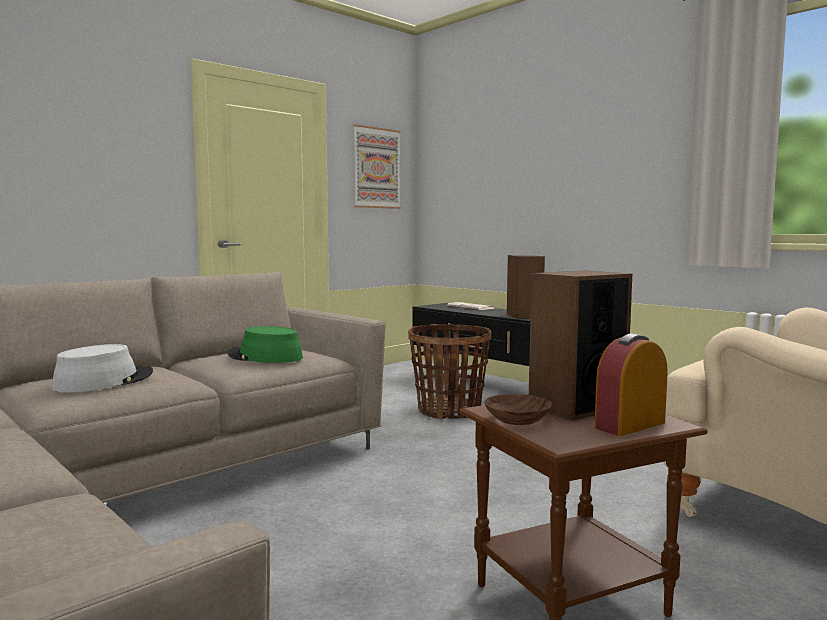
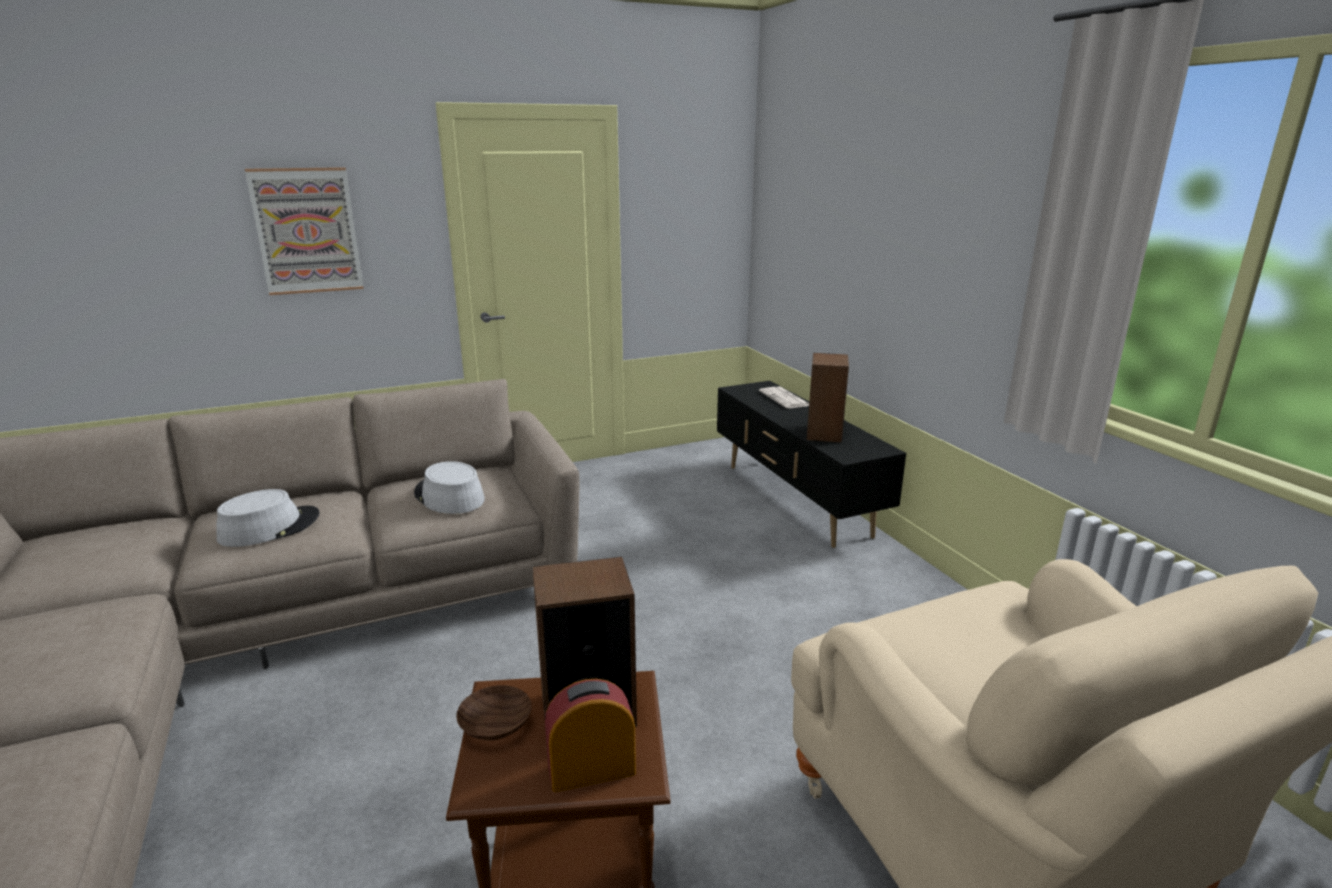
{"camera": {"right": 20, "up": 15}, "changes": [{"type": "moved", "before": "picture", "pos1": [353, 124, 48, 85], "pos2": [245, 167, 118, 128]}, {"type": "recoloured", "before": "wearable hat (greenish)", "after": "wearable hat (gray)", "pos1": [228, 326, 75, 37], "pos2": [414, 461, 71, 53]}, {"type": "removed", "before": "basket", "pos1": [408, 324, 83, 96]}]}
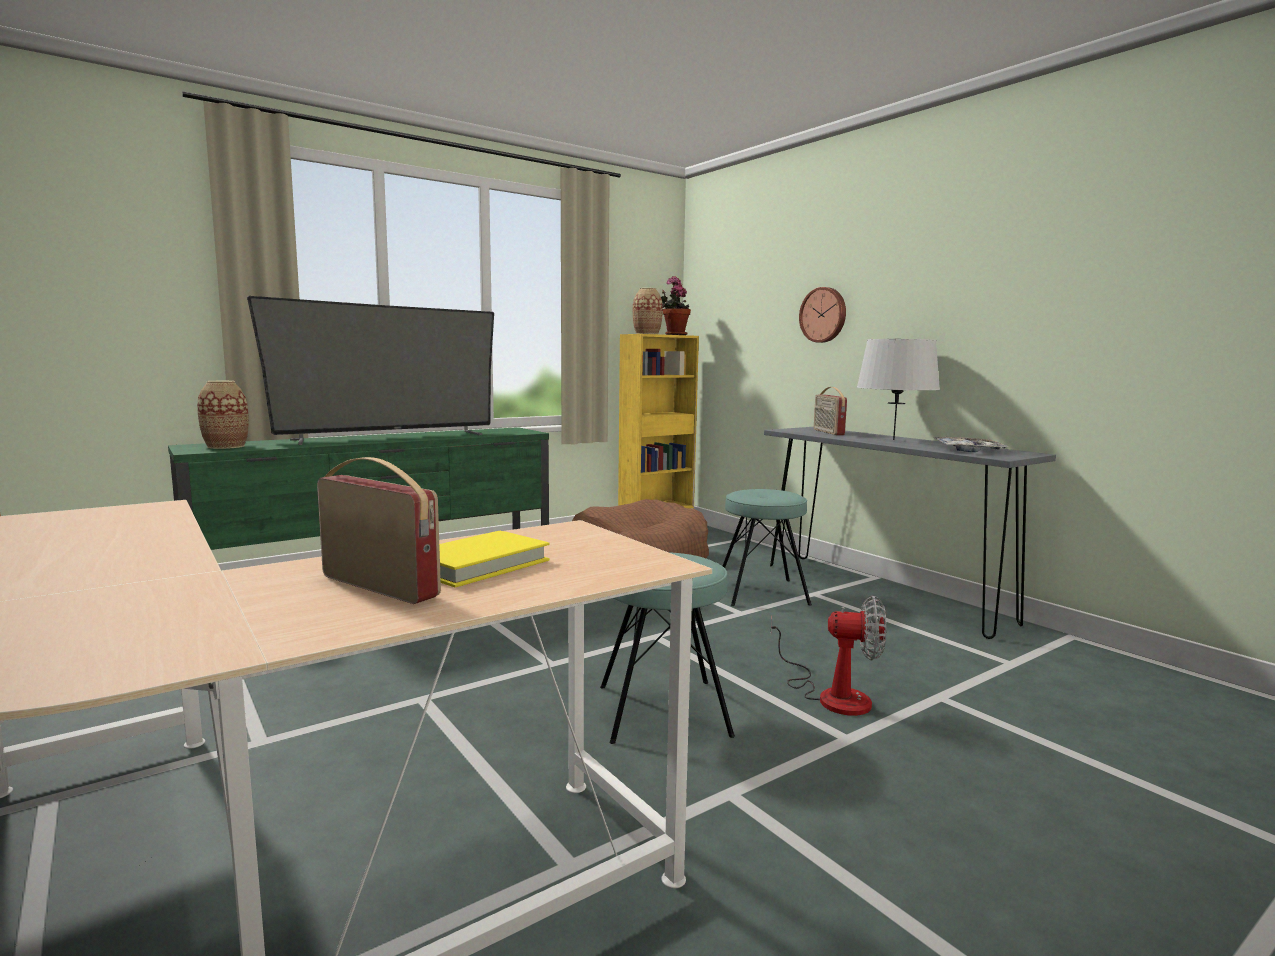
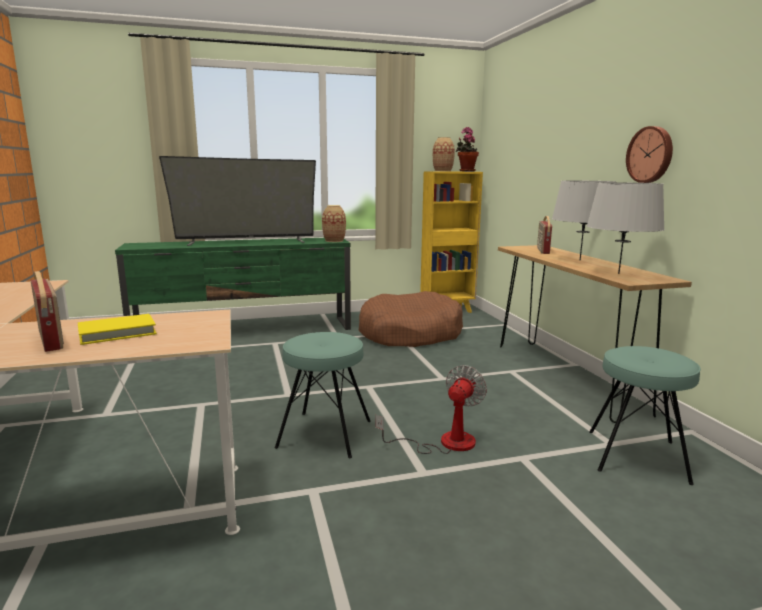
{"camera": {"right": 20, "up": 5}, "changes": [{"type": "moved", "before": "flower vase", "pos1": [197, 381, 52, 68], "pos2": [322, 205, 24, 37]}, {"type": "turned", "before": "cooling fan", "pos1": [771, 596, 115, 120], "pos2": [375, 365, 112, 89], "turn": -90}, {"type": "recoloured", "before": "console table (gray)", "after": "console table (brownish)", "pos1": [764, 427, 292, 212], "pos2": [498, 245, 194, 178]}, {"type": "replaced", "before": "tray", "after": "table lamp (gray)", "pos1": [934, 437, 75, 15], "pos2": [587, 182, 78, 92]}, {"type": "moved", "before": "sitting stool (turquoise)", "pos1": [723, 489, 89, 117], "pos2": [589, 346, 112, 139]}, {"type": "moved", "before": "wall clock", "pos1": [799, 287, 47, 56], "pos2": [626, 126, 47, 57]}]}
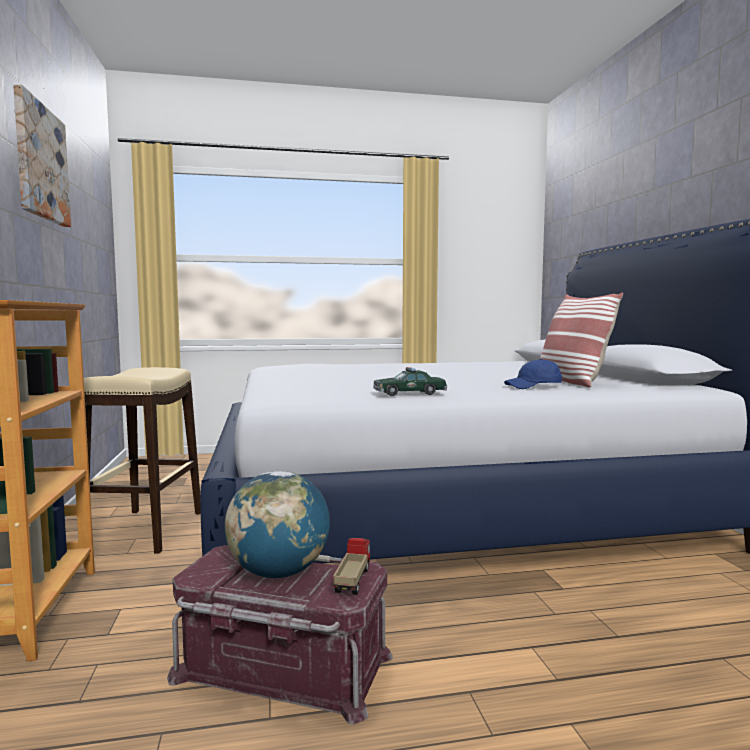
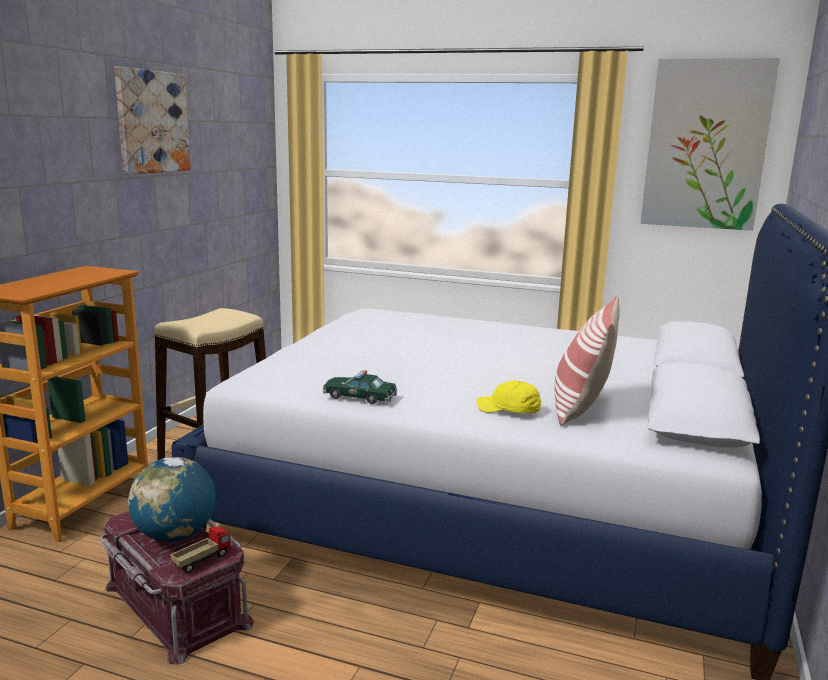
{"camera": {"right": 30, "up": 10}, "changes": [{"type": "recoloured", "before": "baseball cap (blue-coloured)", "after": "baseball cap (yellow)", "pos1": [504, 359, 58, 30], "pos2": [476, 381, 65, 32]}, {"type": "added", "after": "picture", "pos2": [640, 58, 140, 173]}]}
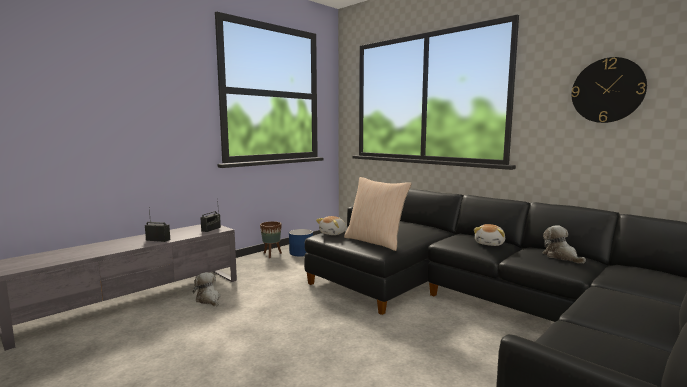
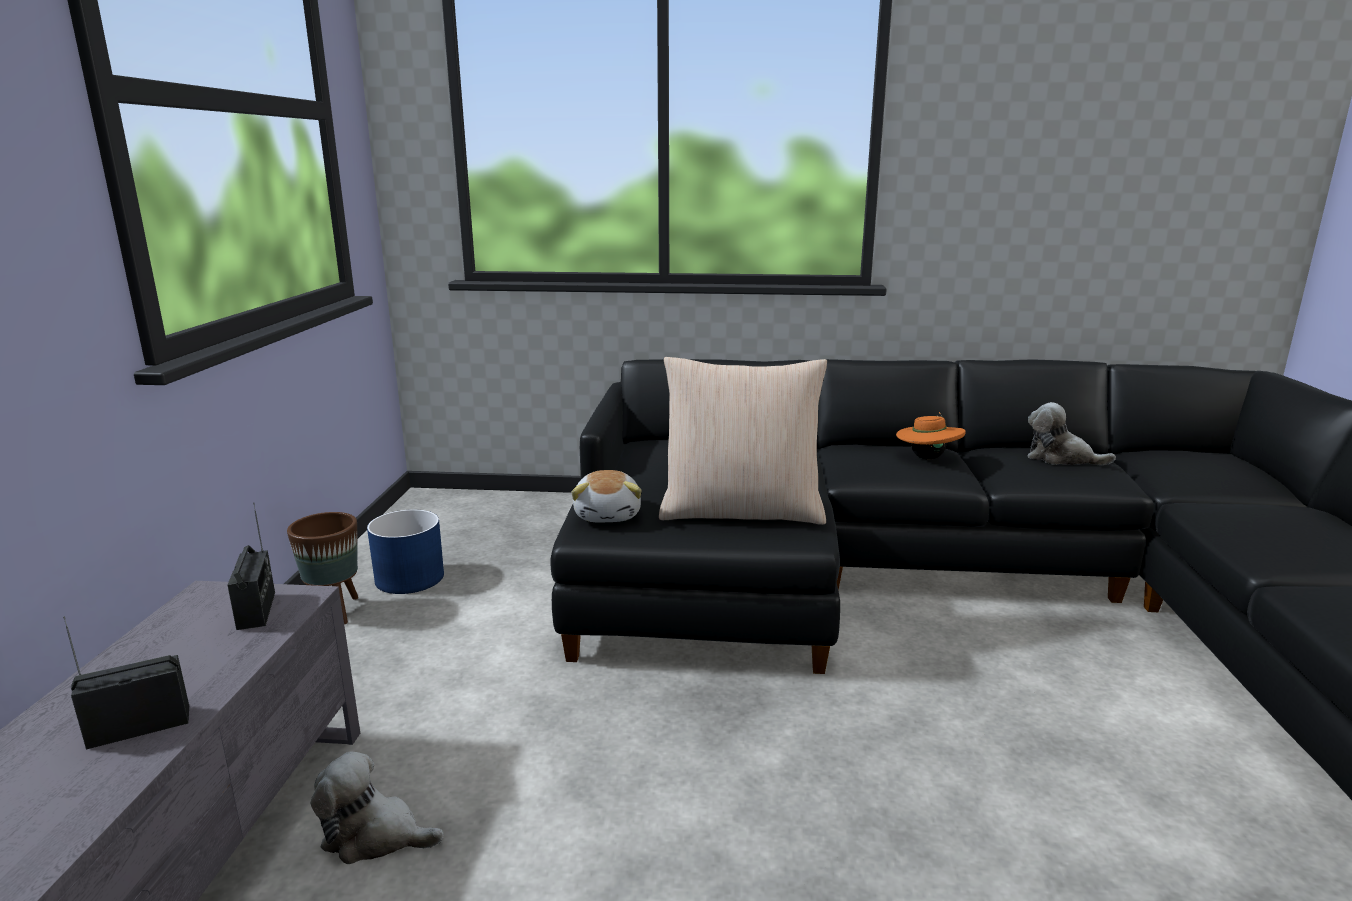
{"camera": {"right": -40, "up": 10}, "changes": [{"type": "replaced", "before": "plush toy", "after": "wearable hat (orangey)", "pos1": [474, 224, 31, 22], "pos2": [896, 412, 70, 48]}, {"type": "removed", "before": "wall clock", "pos1": [572, 57, 75, 66]}]}
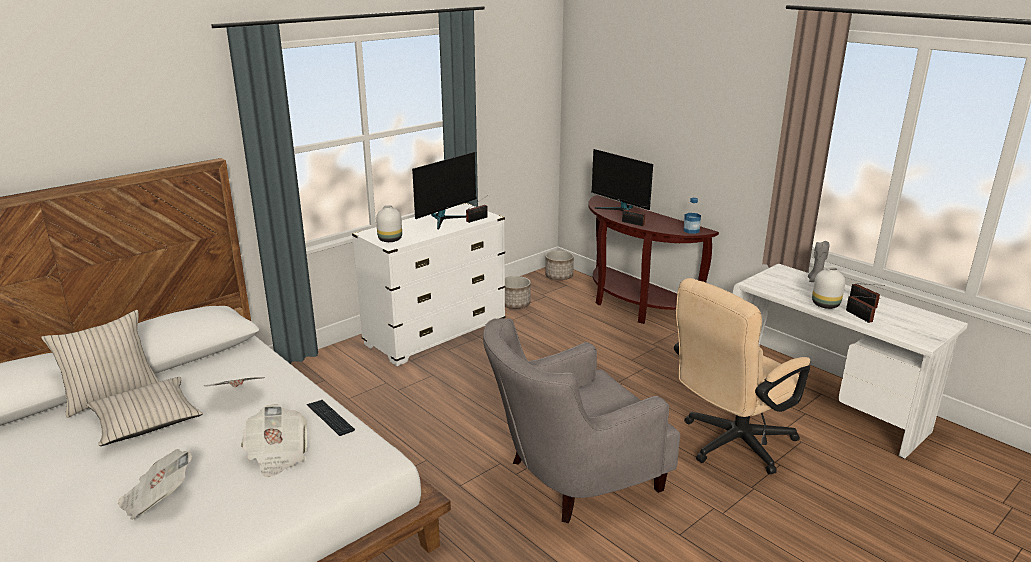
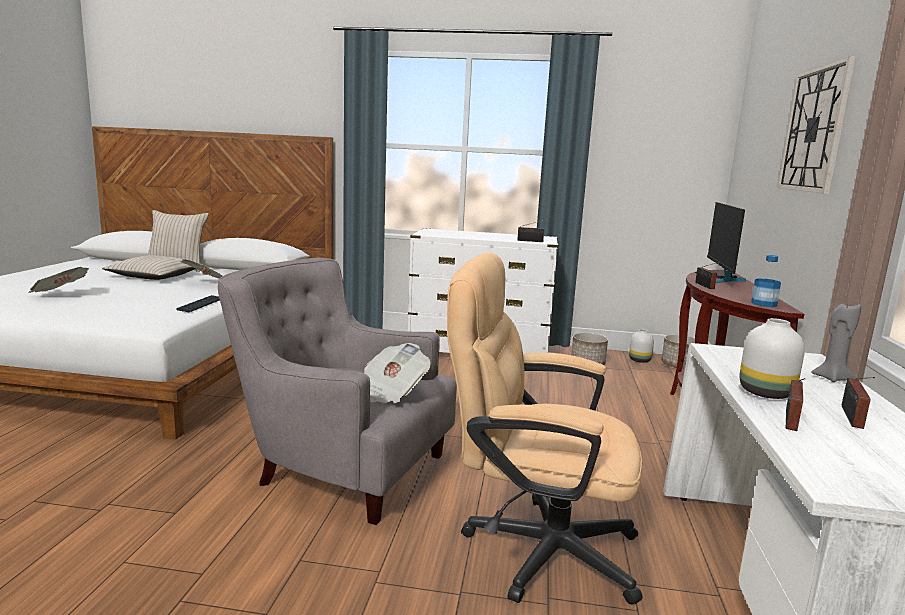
{"camera": {"right": 50, "up": -10}, "changes": [{"type": "moved", "before": "daily paper", "pos1": [241, 404, 66, 73], "pos2": [364, 343, 66, 60]}, {"type": "moved", "before": "flower vase (white)", "pos1": [376, 205, 26, 37], "pos2": [629, 329, 25, 34]}, {"type": "added", "after": "wall clock", "pos2": [777, 56, 79, 138]}, {"type": "removed", "before": "monitor", "pos1": [412, 152, 64, 77]}]}
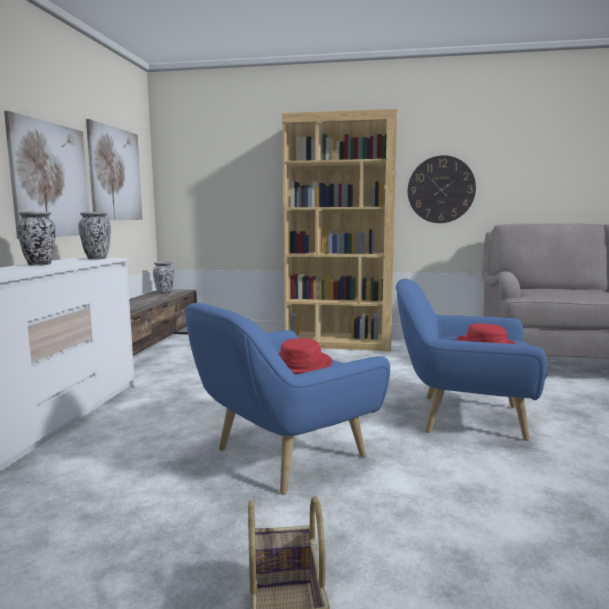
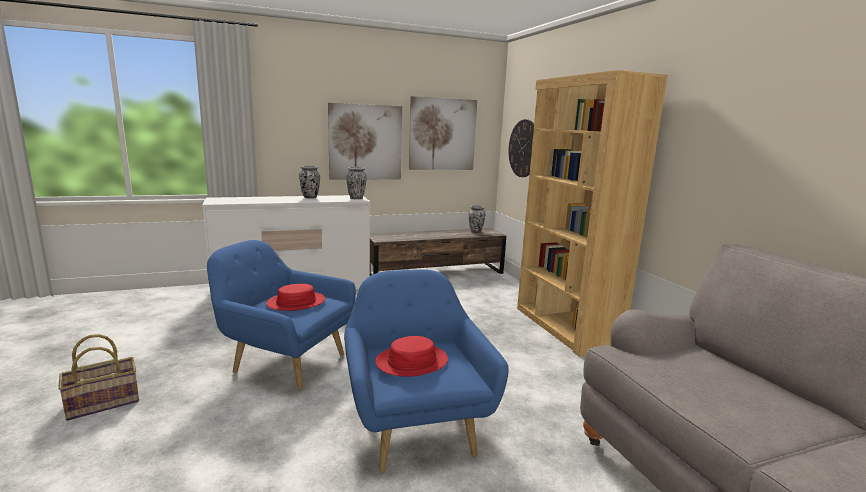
{"camera": {"right": 60, "up": 5}, "changes": [{"type": "moved", "before": "wall clock", "pos1": [408, 155, 68, 68], "pos2": [508, 119, 26, 58]}]}
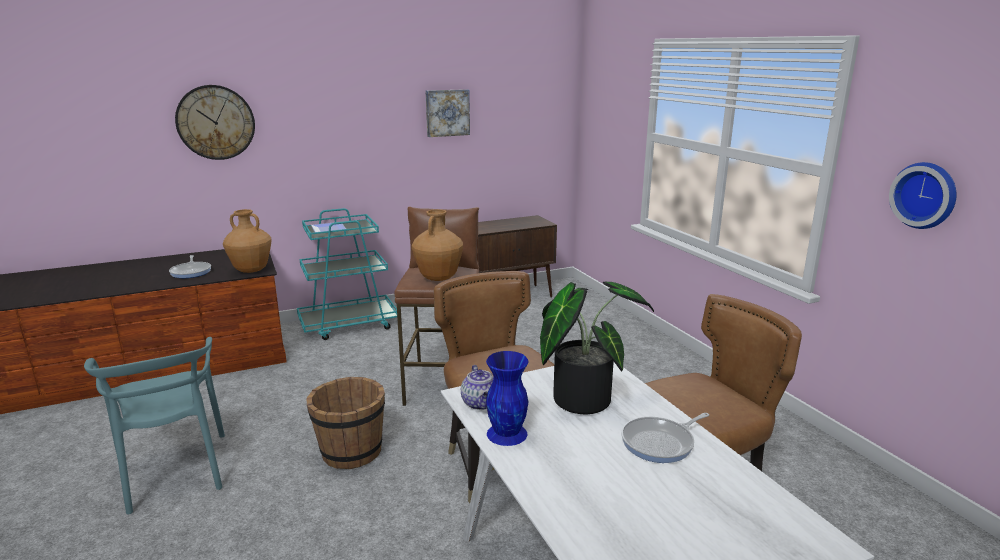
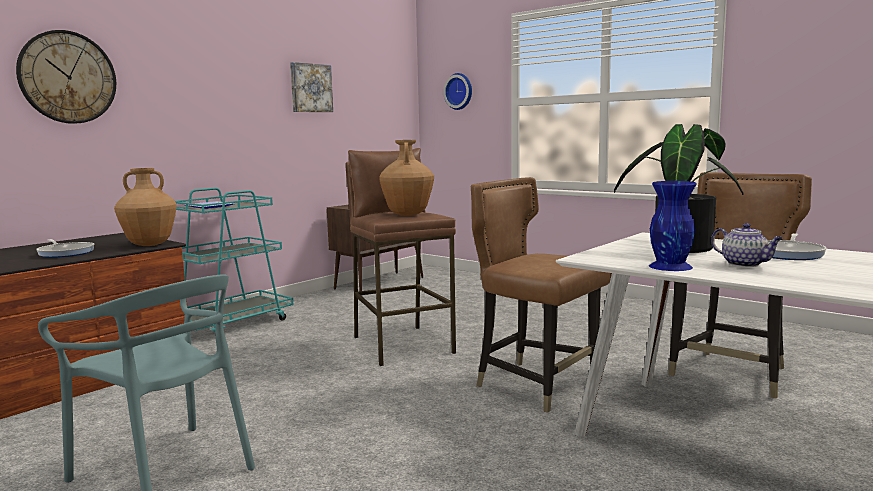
{"camera": {"right": -25, "up": -10}, "changes": [{"type": "moved", "before": "wall clock", "pos1": [889, 162, 68, 67], "pos2": [443, 73, 29, 37]}, {"type": "moved", "before": "tea pot", "pos1": [461, 365, 32, 45], "pos2": [711, 223, 72, 44]}, {"type": "removed", "before": "bucket (brownish)", "pos1": [306, 377, 79, 92]}]}
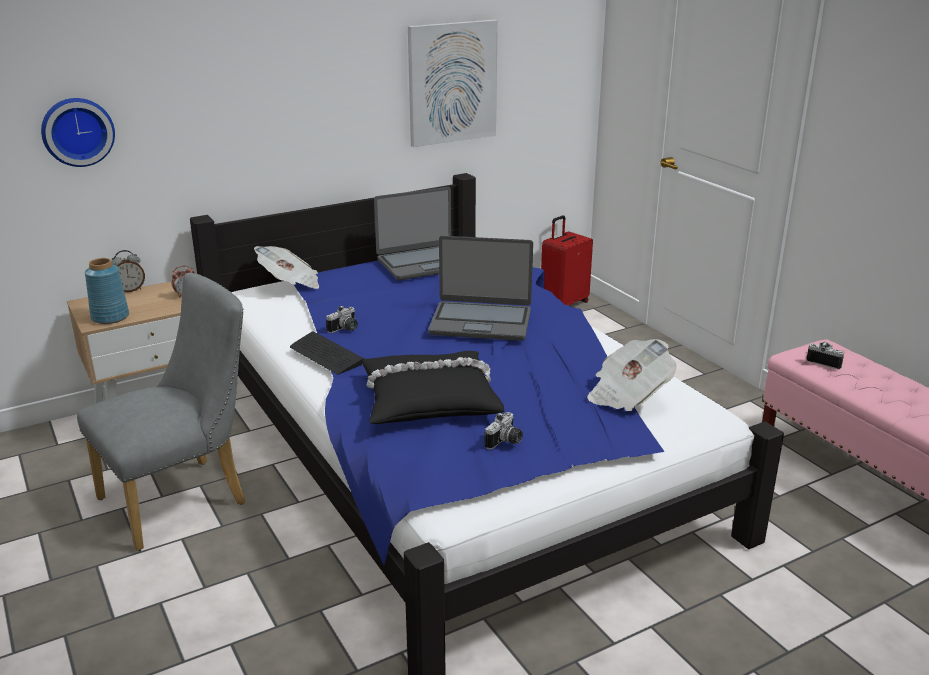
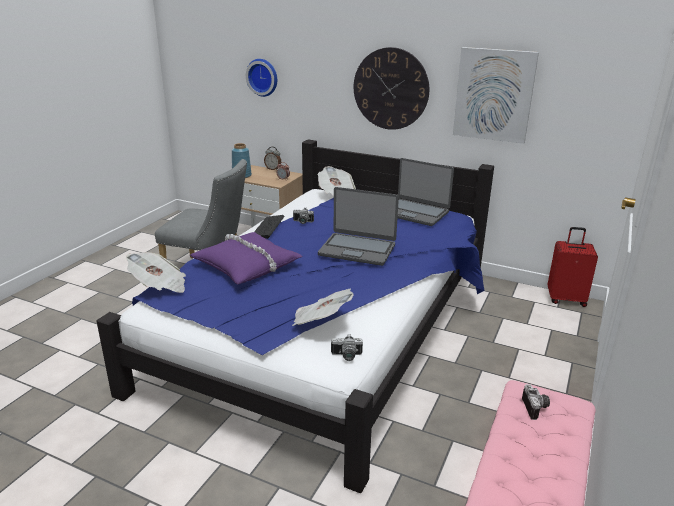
{"camera": {"right": 55, "up": 0}, "changes": [{"type": "added", "after": "daily paper", "pos2": [126, 252, 60, 41]}, {"type": "recoloured", "before": "cushion (black-coloured)", "after": "cushion (purple)", "pos1": [362, 351, 142, 73], "pos2": [190, 232, 113, 52]}, {"type": "turned", "before": "portable computer", "pos1": [428, 236, 105, 105], "pos2": [318, 187, 81, 79], "turn": -45}, {"type": "moved", "before": "still camera", "pos1": [484, 412, 39, 38], "pos2": [331, 334, 32, 27]}, {"type": "added", "after": "wall clock", "pos2": [354, 47, 75, 83]}]}
